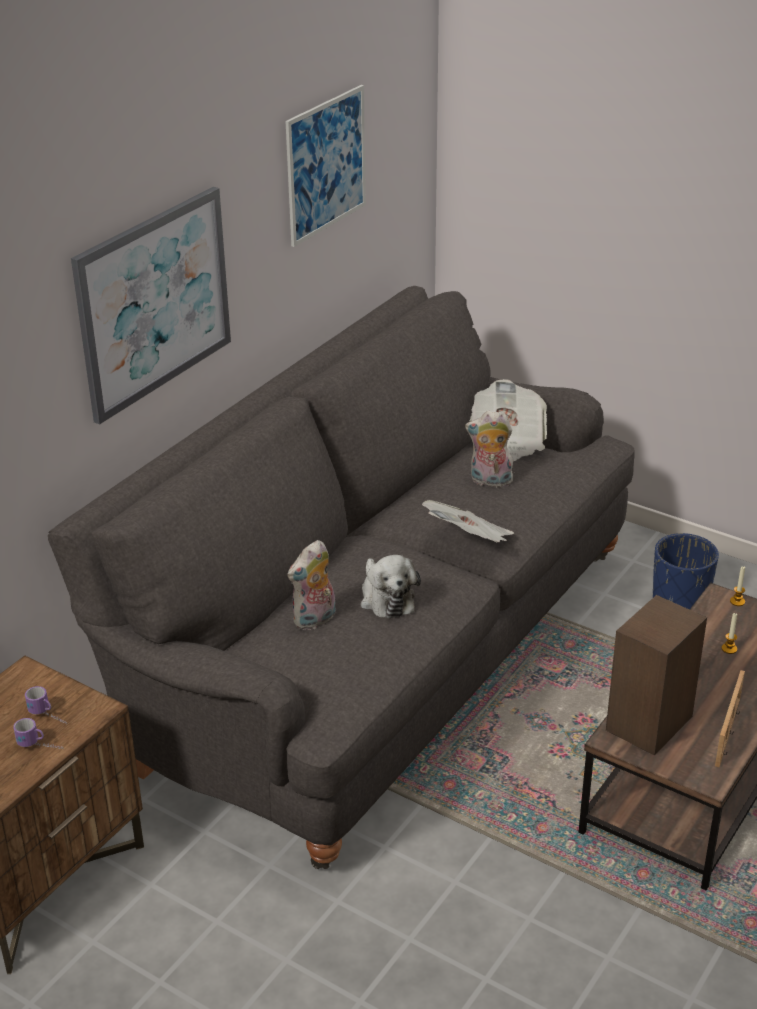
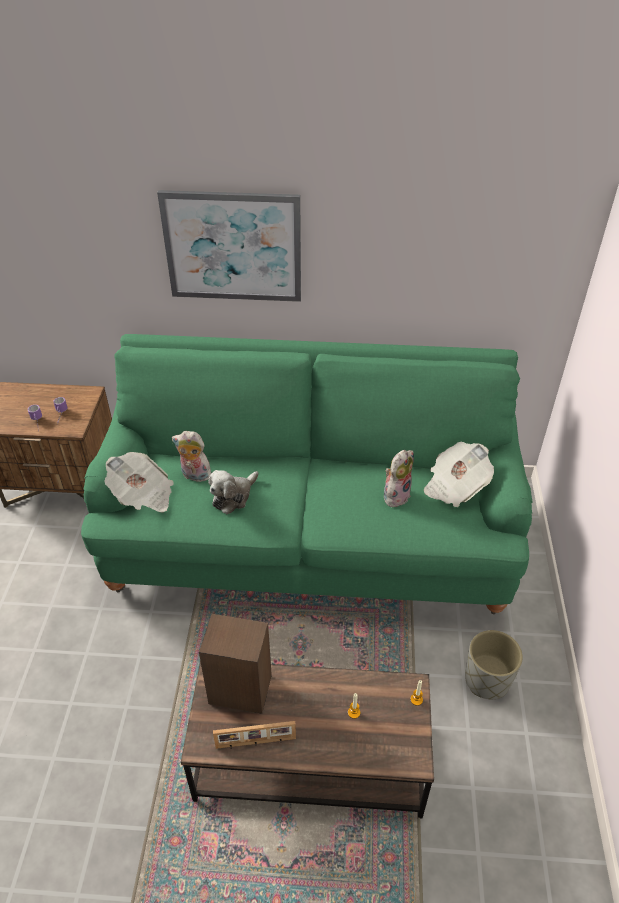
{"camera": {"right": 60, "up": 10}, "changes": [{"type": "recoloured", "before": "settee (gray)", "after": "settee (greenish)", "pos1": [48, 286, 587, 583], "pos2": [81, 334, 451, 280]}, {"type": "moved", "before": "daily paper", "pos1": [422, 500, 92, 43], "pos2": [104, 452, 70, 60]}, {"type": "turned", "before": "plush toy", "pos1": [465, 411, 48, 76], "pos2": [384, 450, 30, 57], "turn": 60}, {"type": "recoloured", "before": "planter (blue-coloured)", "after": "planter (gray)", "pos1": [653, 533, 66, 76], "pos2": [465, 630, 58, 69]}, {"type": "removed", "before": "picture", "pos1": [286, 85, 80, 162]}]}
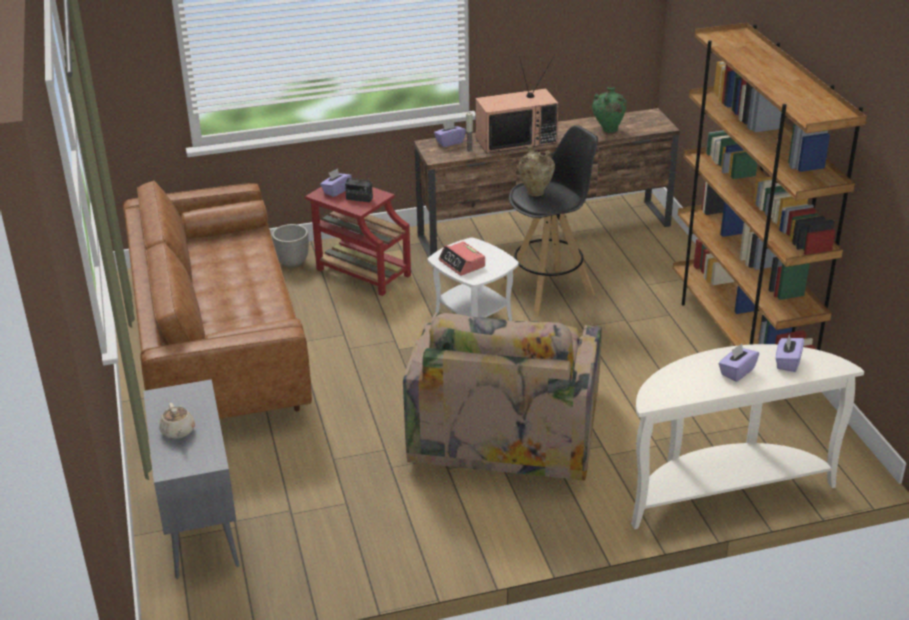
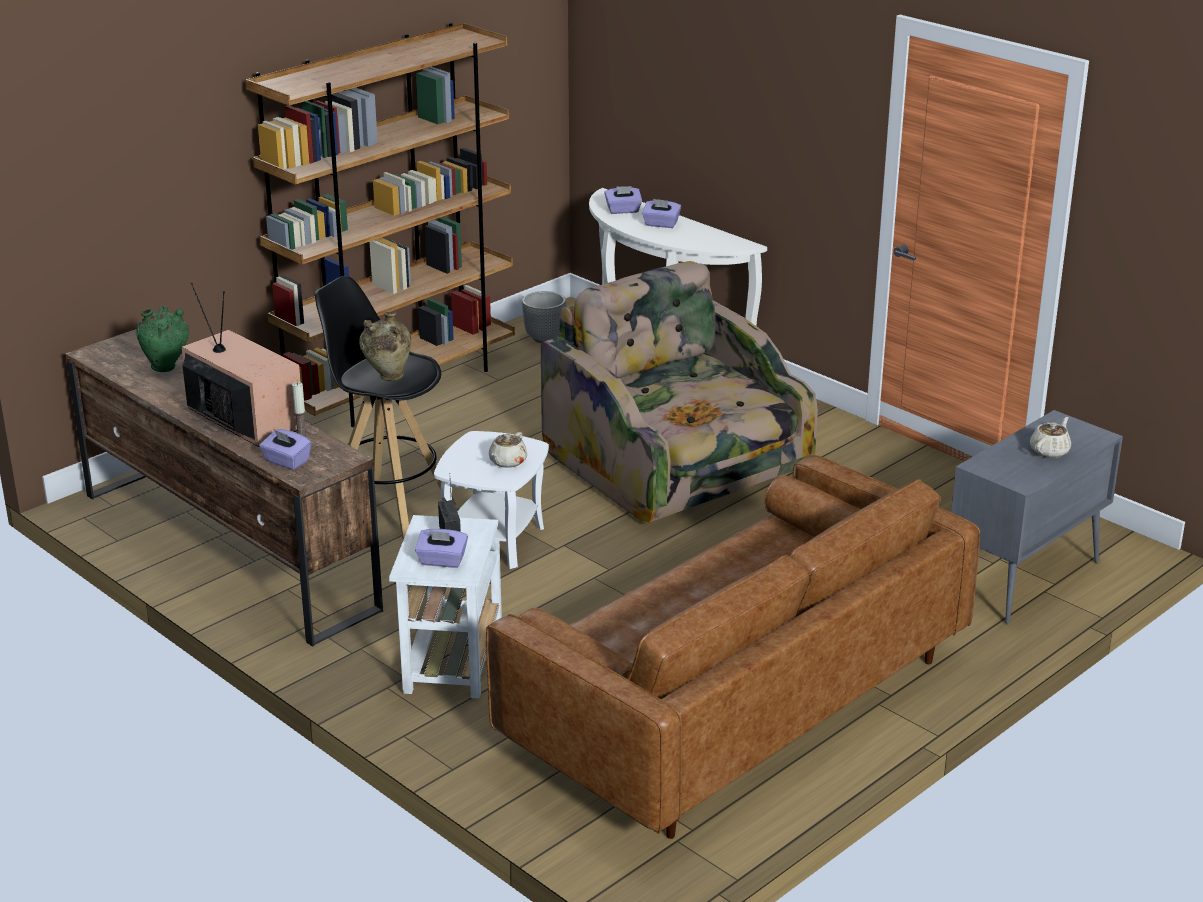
{"camera": {"right": -120, "up": -5}, "changes": [{"type": "recoloured", "before": "side table (red-coloured)", "after": "side table (white)", "pos1": [305, 187, 106, 109], "pos2": [389, 515, 113, 184]}, {"type": "replaced", "before": "bedside clock", "after": "tea pot (sand-coloured)", "pos1": [439, 241, 46, 35], "pos2": [489, 432, 38, 36]}, {"type": "moved", "before": "planter", "pos1": [272, 224, 37, 44], "pos2": [522, 291, 44, 52]}, {"type": "turned", "before": "armchair", "pos1": [403, 312, 199, 168], "pos2": [541, 261, 277, 262], "turn": -105}]}
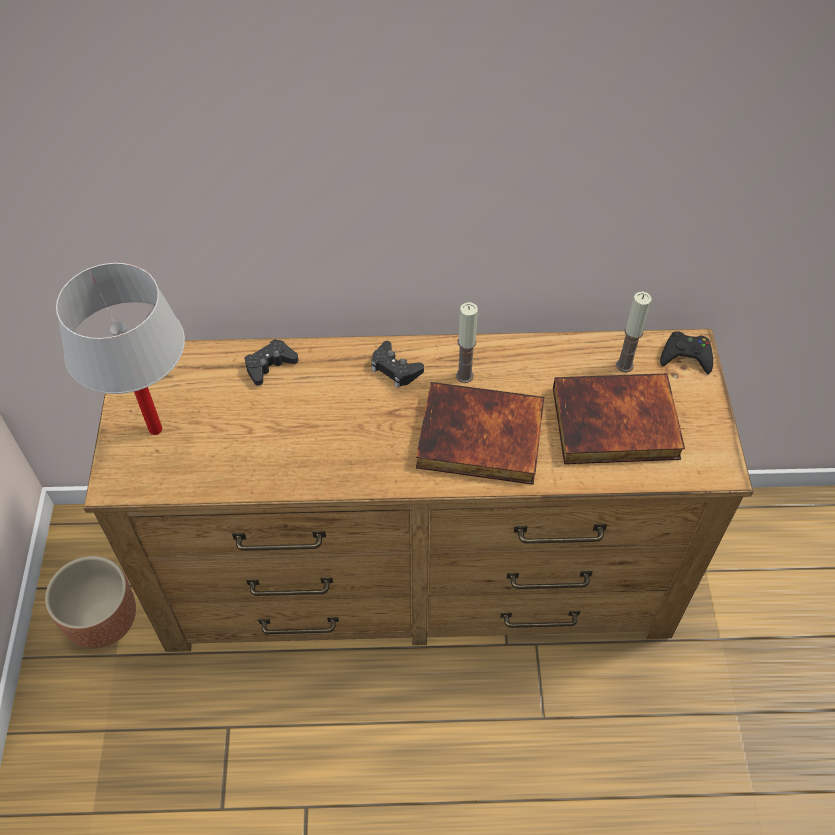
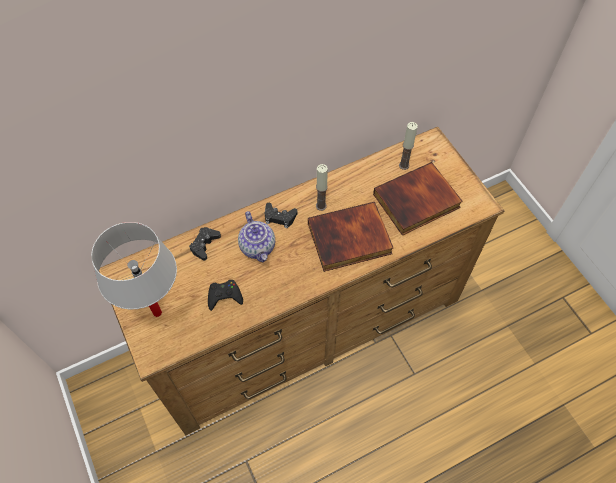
{"camera": {"right": -25, "up": 5}, "changes": [{"type": "moved", "before": "game controller (black-coloured)", "pos1": [660, 331, 53, 43], "pos2": [208, 280, 35, 31]}, {"type": "added", "after": "tea pot", "pos2": [238, 211, 37, 51]}, {"type": "removed", "before": "planter (brownish)", "pos1": [45, 556, 91, 93]}]}
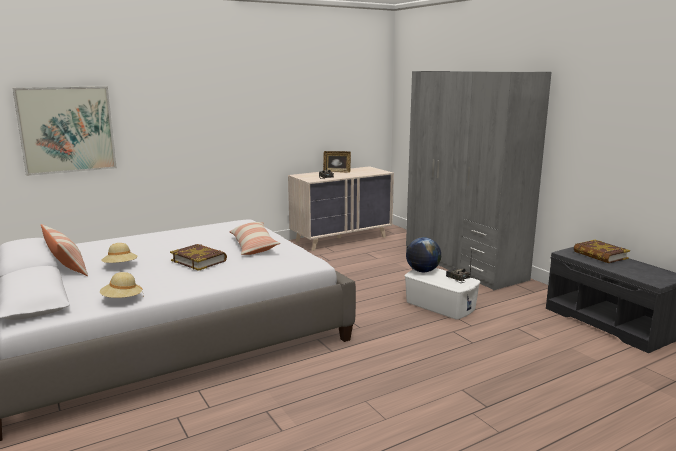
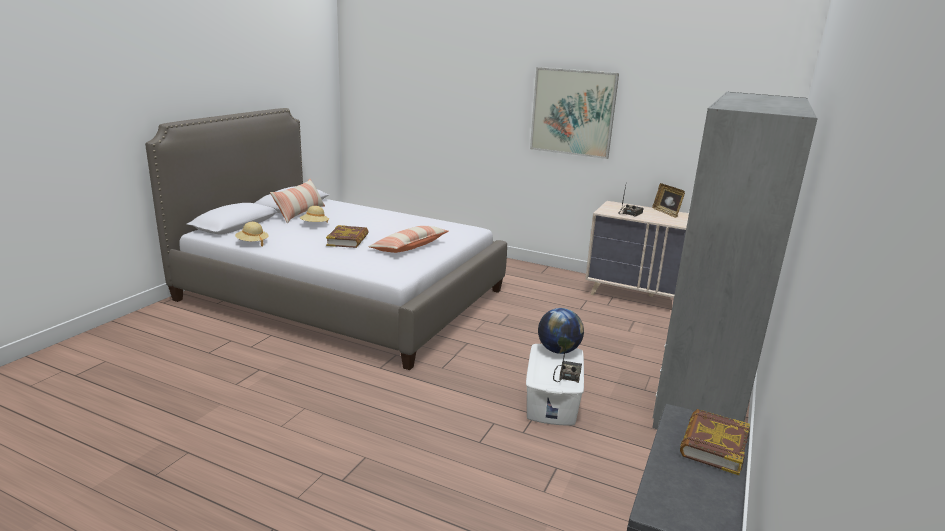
{"camera": {"right": 55, "up": 5}, "changes": [{"type": "moved", "before": "picture", "pos1": [12, 86, 105, 90], "pos2": [530, 67, 89, 92]}]}
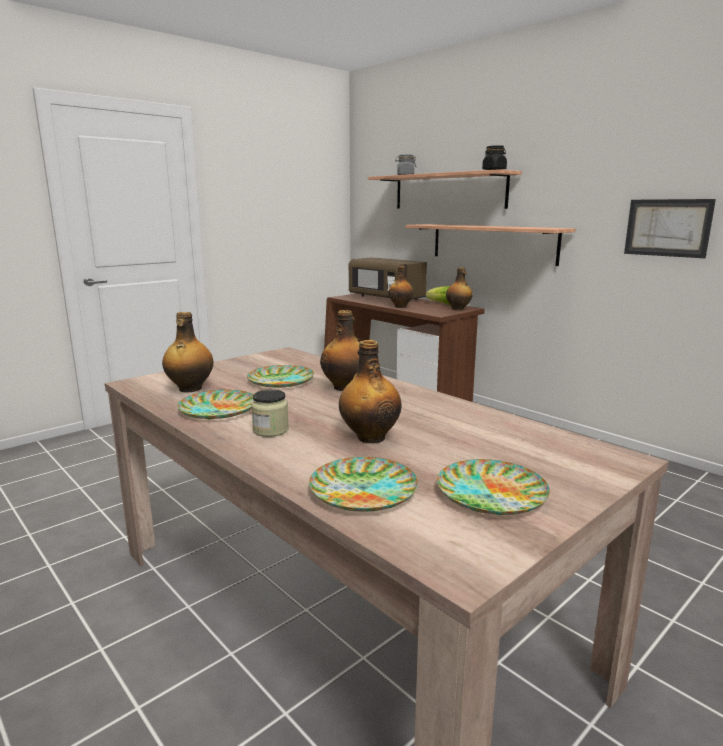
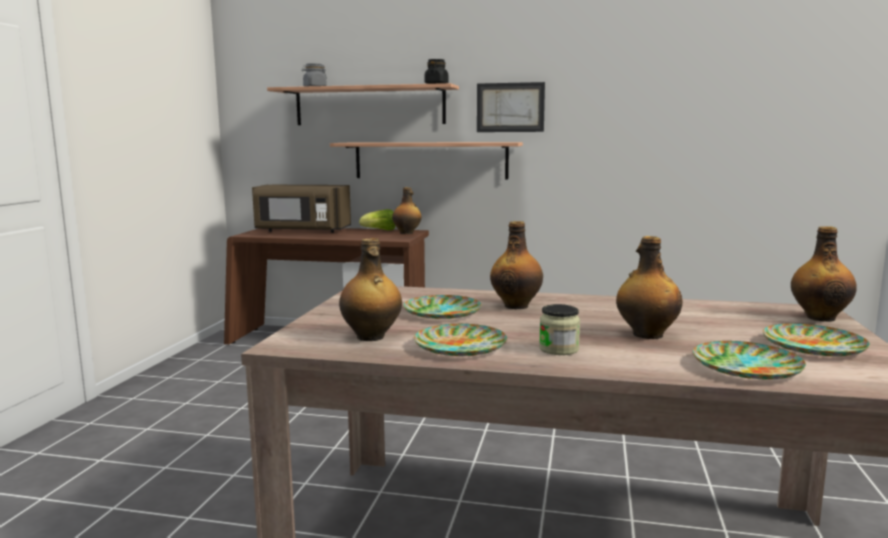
{"camera": {"right": -35, "up": -5}, "changes": [{"type": "moved", "before": "picture", "pos1": [624, 199, 92, 59], "pos2": [477, 82, 68, 50]}, {"type": "moved", "before": "bottle", "pos1": [388, 266, 26, 42], "pos2": [791, 226, 66, 96]}]}
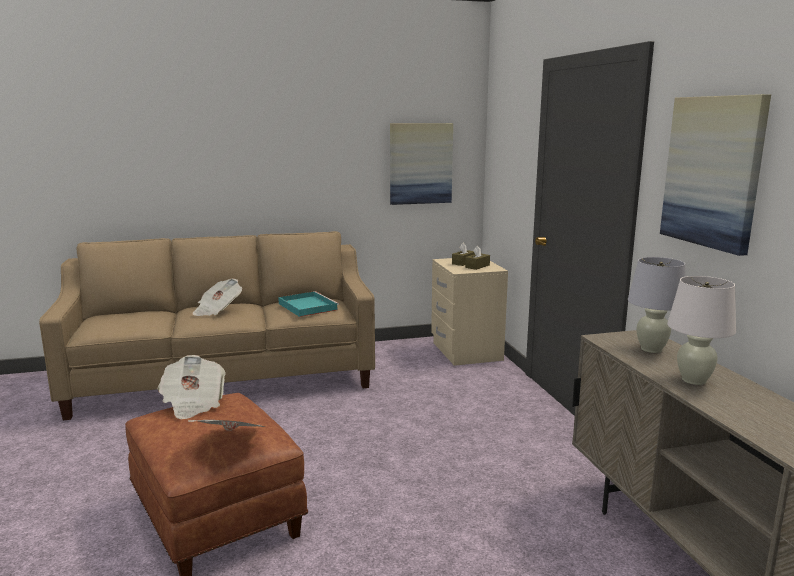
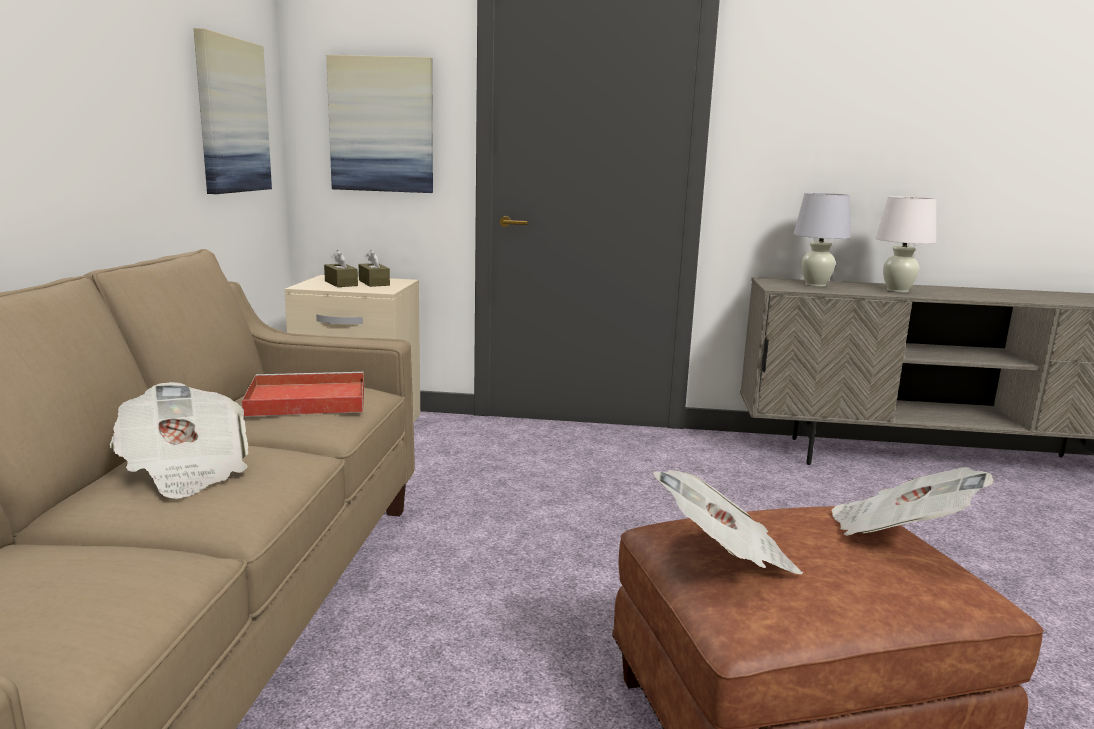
{"camera": {"right": -70, "up": 0}, "changes": [{"type": "recoloured", "before": "tray (turquoise)", "after": "tray (red-coloured)", "pos1": [278, 291, 61, 26], "pos2": [242, 372, 122, 44]}, {"type": "moved", "before": "picture", "pos1": [660, 94, 111, 162], "pos2": [326, 55, 107, 138]}]}
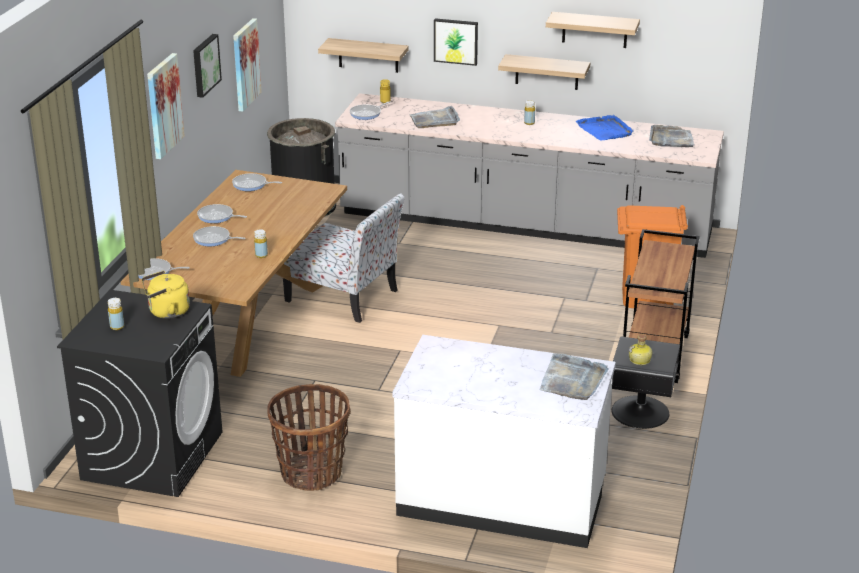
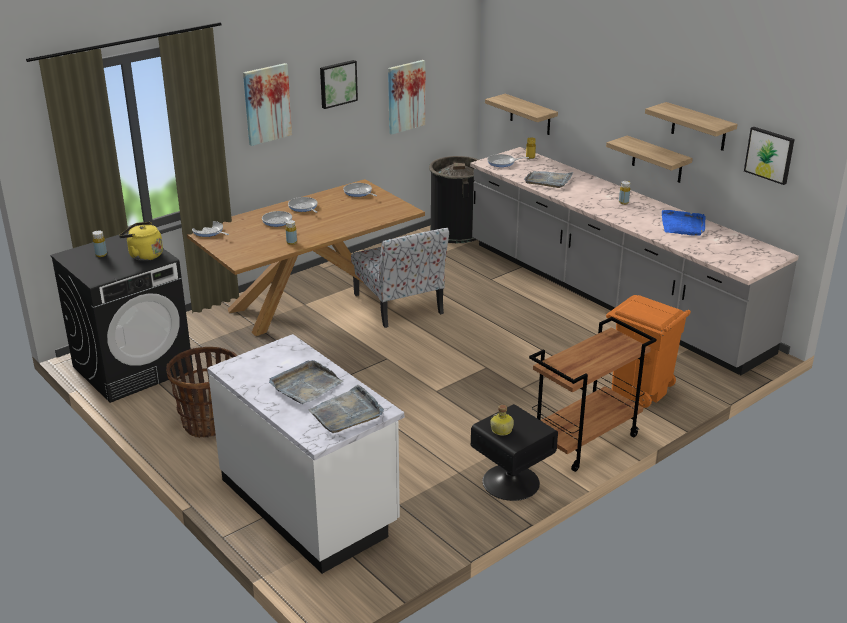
{"camera": {"right": 35, "up": 0}, "changes": [{"type": "moved", "before": "tray (gray)", "pos1": [649, 125, 45, 22], "pos2": [269, 360, 74, 44]}, {"type": "moved", "before": "picture", "pos1": [434, 18, 44, 48], "pos2": [744, 127, 51, 58]}]}
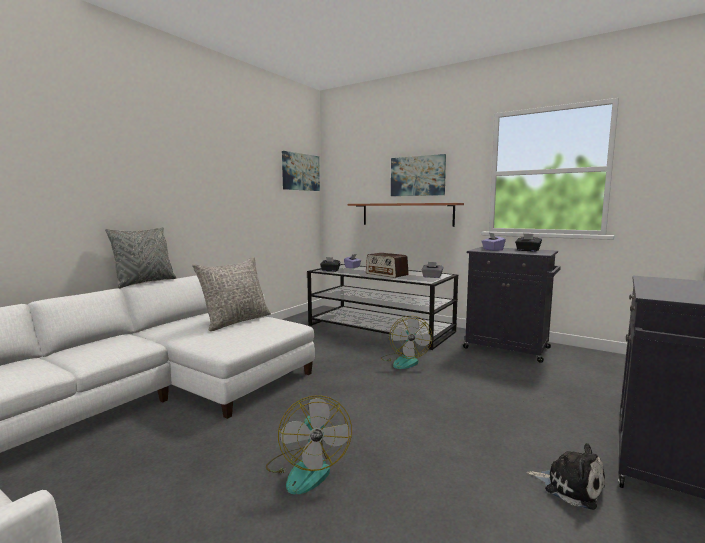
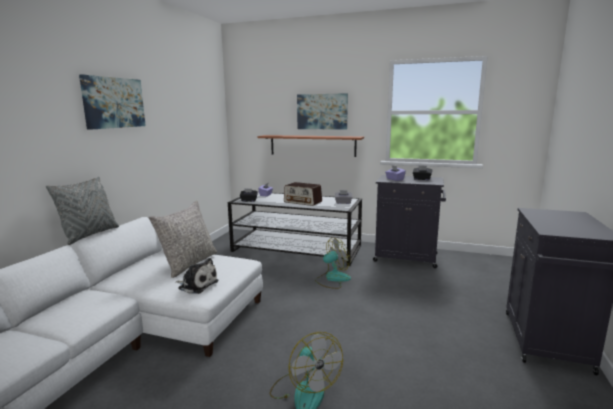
{"camera": {"right": -15, "up": 5}, "changes": [{"type": "moved", "before": "picture", "pos1": [282, 151, 38, 40], "pos2": [79, 74, 67, 56]}, {"type": "moved", "before": "plush toy", "pos1": [527, 443, 78, 67], "pos2": [176, 258, 43, 36]}, {"type": "turned", "before": "cooling fan", "pos1": [380, 316, 52, 53], "pos2": [315, 238, 36, 51], "turn": -105}]}
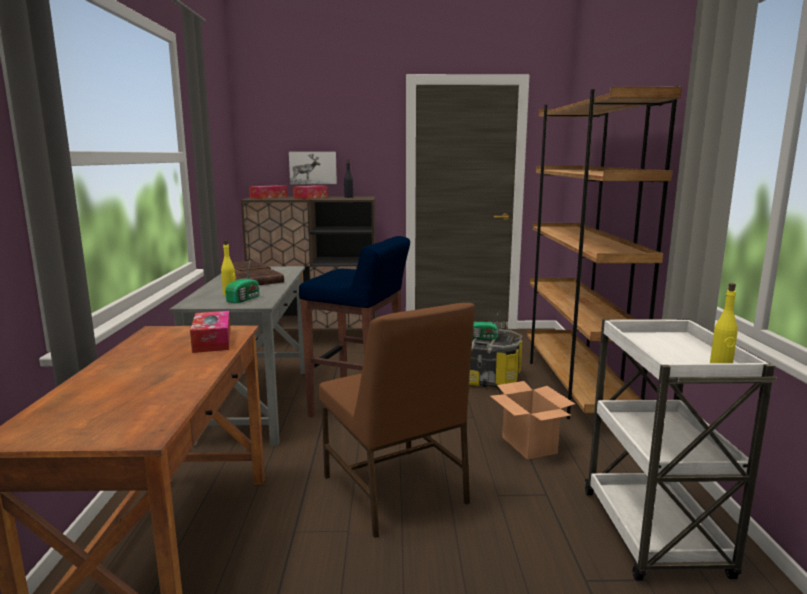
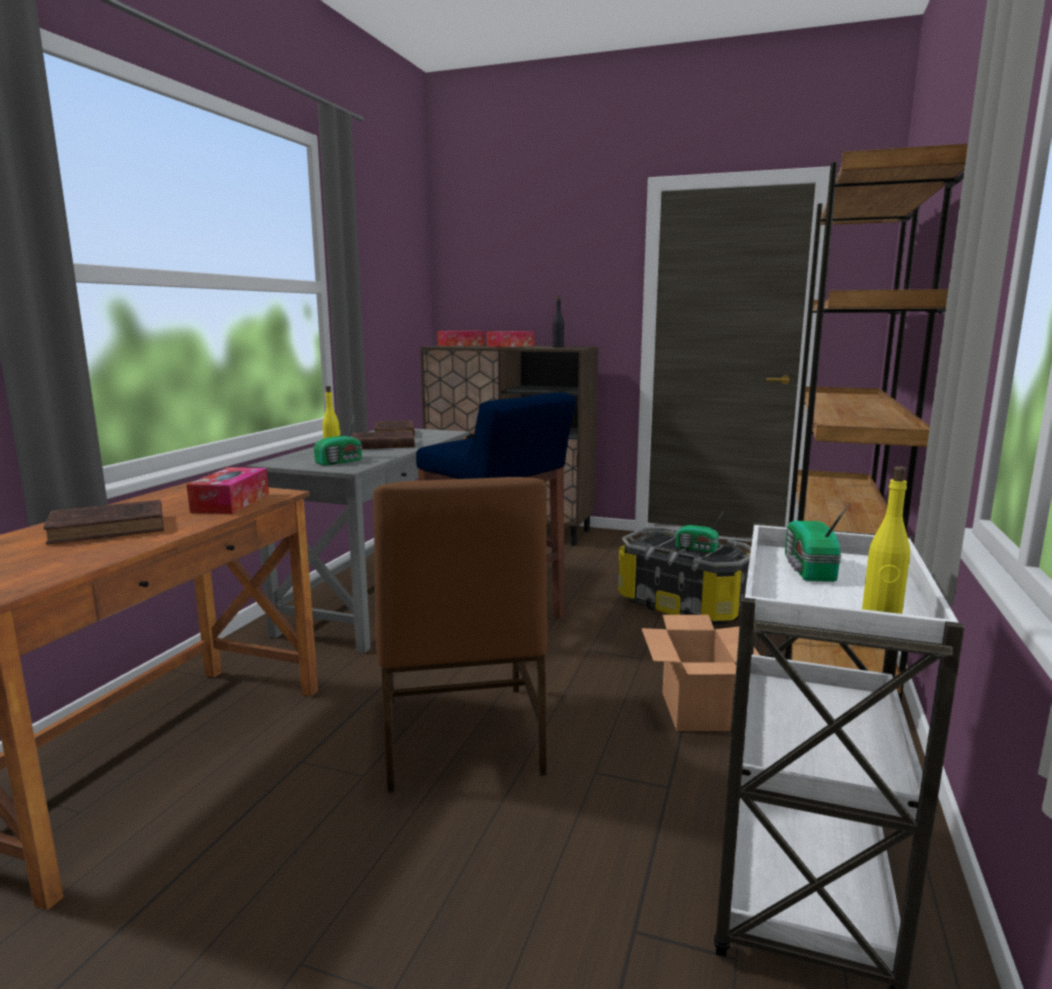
{"camera": {"right": 20, "up": 0}, "changes": [{"type": "added", "after": "volume (brownish)", "pos2": [43, 500, 121, 45]}, {"type": "added", "after": "radio", "pos2": [785, 503, 65, 79]}, {"type": "removed", "before": "picture", "pos1": [289, 152, 48, 32]}]}
